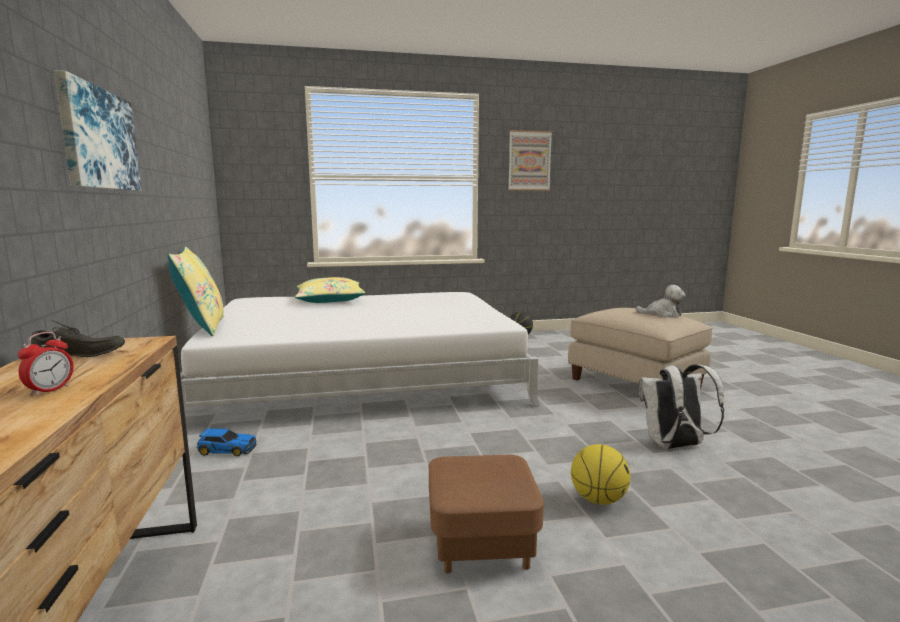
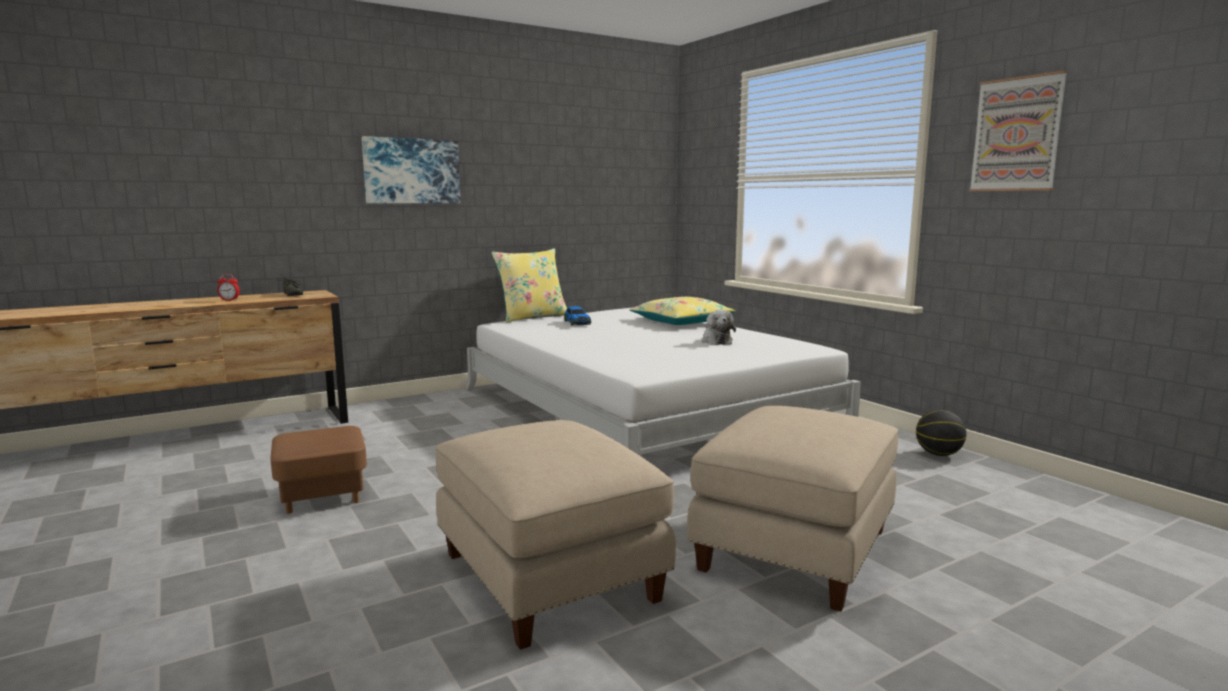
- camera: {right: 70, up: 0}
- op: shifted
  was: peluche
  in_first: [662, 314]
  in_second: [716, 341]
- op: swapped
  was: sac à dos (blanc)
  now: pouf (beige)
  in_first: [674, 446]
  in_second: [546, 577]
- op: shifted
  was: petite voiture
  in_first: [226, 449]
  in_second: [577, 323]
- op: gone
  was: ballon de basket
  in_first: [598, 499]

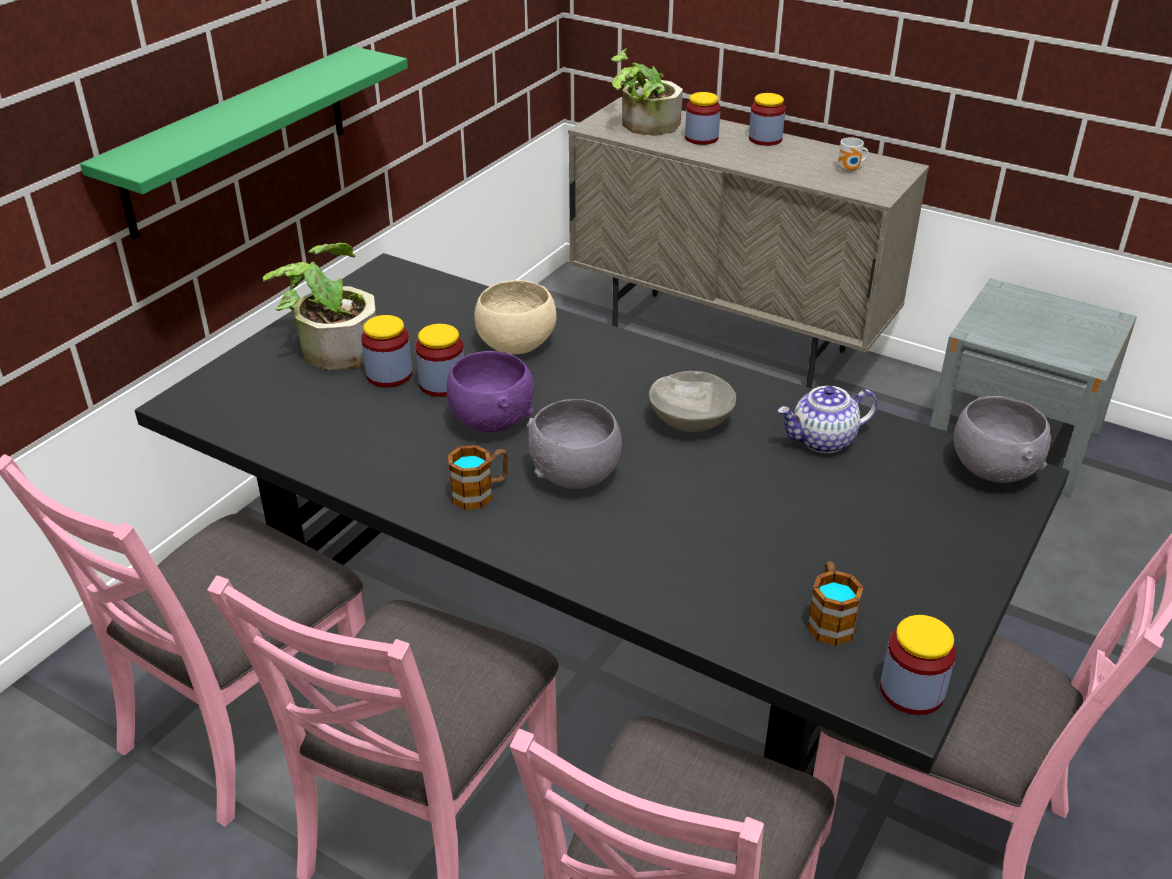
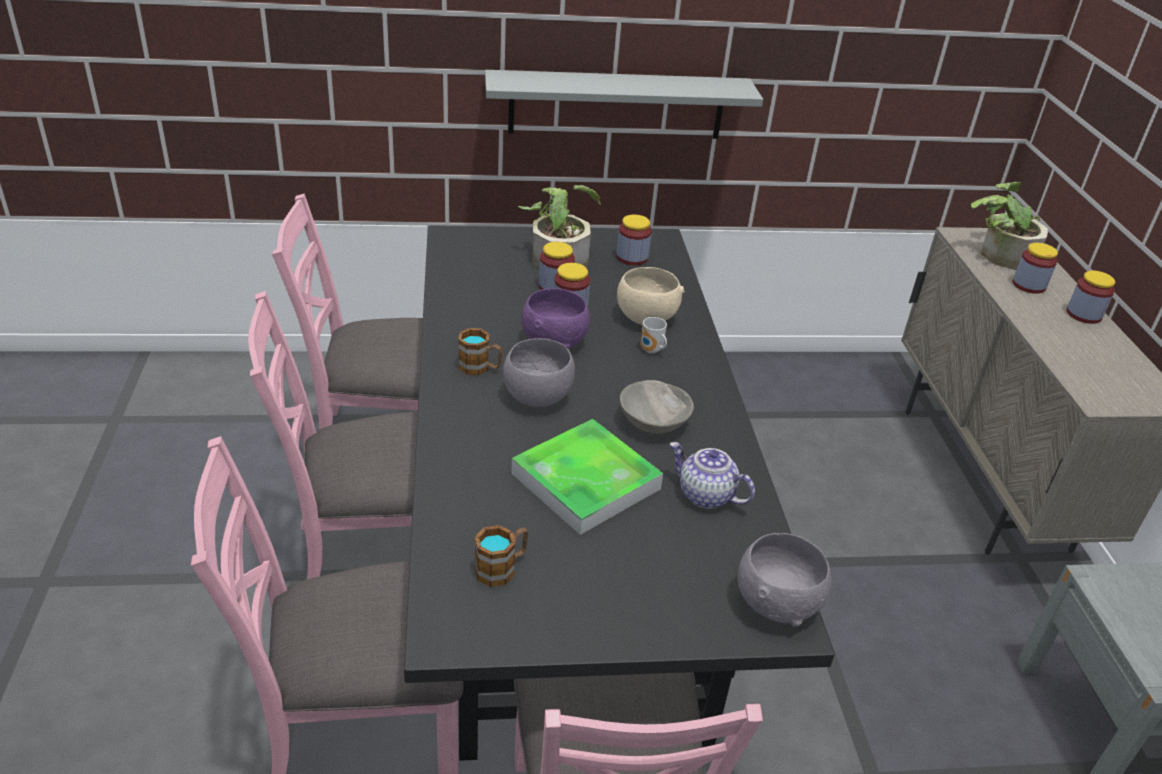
- camera: {right: 50, up: 0}
- op: repainted
  was: étagère (vert)
  now: étagère (gris)
  in_first: [237, 140]
  in_second: [616, 105]
- op: shifted
  was: mug
  in_first: [850, 170]
  in_second: [651, 351]
- op: shifted
  was: bocal
  in_first: [911, 691]
  in_second: [632, 257]
- op: new
  now: plateau
  in_second: [585, 481]

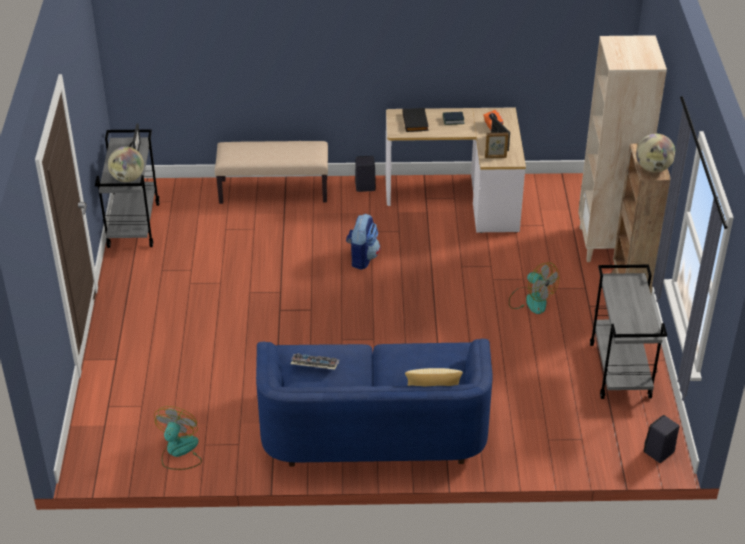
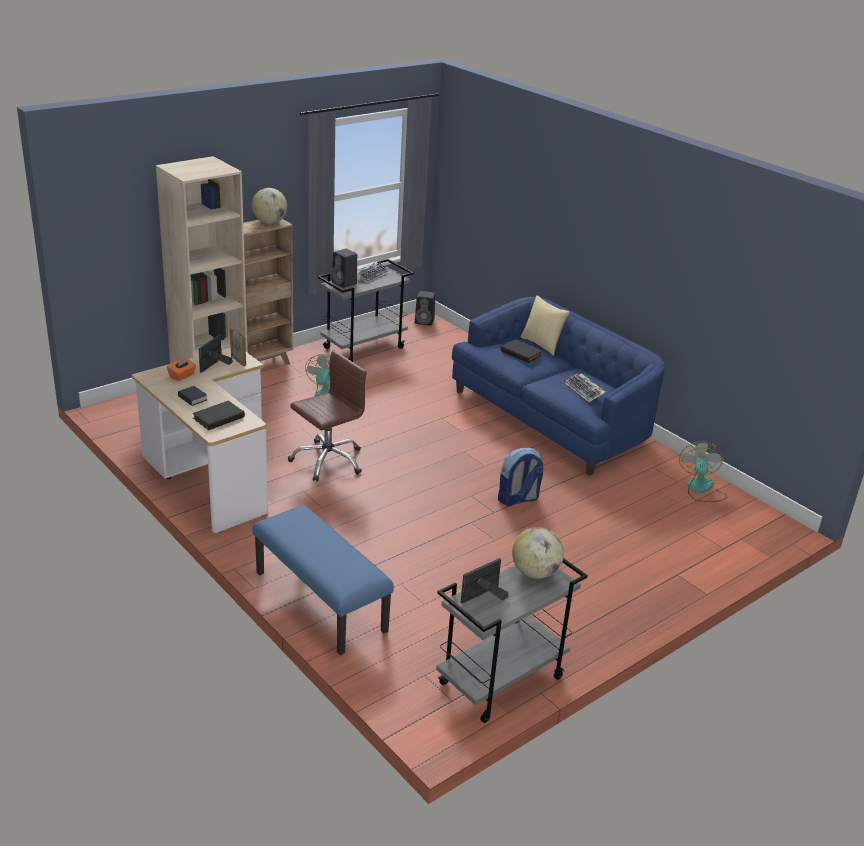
- camera: {right: -130, up: -10}
- op: repainted
  was: banc (beige)
  now: banc (bleu)
  in_first: [274, 190]
  in_second: [319, 602]
- op: shifted
  was: enceinte (noir)
  in_first: [364, 186]
  in_second: [345, 283]
- op: shifted
  was: sac à dos
  in_first: [362, 258]
  in_second: [518, 499]
- op: rotated
  was: ventilateur
  in_first: [179, 452]
  in_second: [701, 489]
  clockwise: 120
- op: new
  now: clavier
  in_second: [371, 275]
- op: new
  now: livre (noir)
  in_second: [522, 353]
- op: new
  now: chaise de bureau (marron)
  in_second: [327, 461]

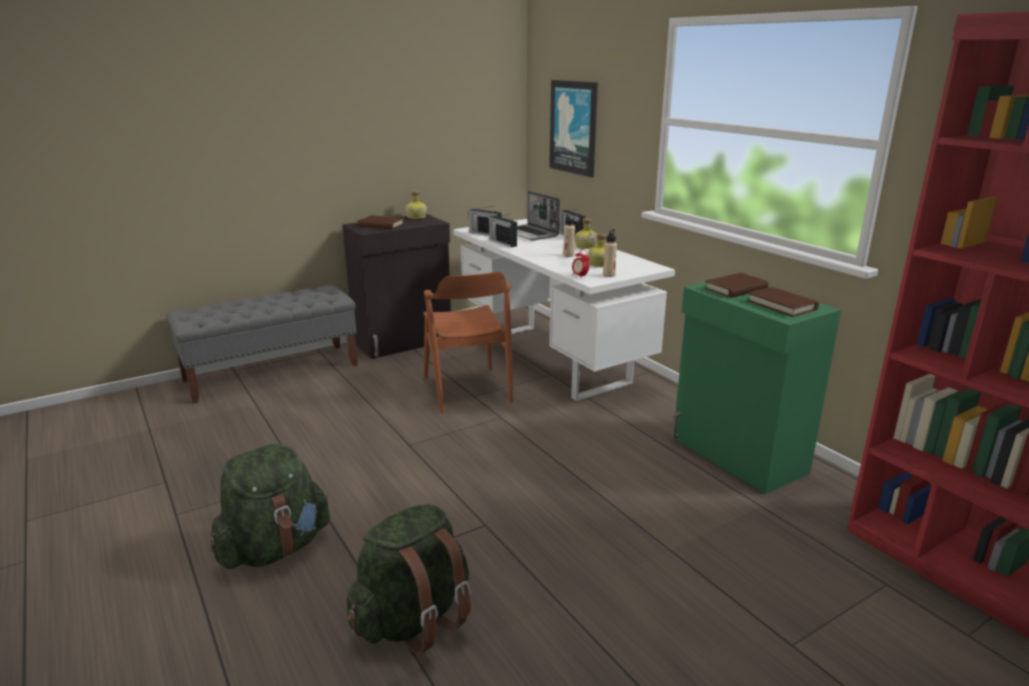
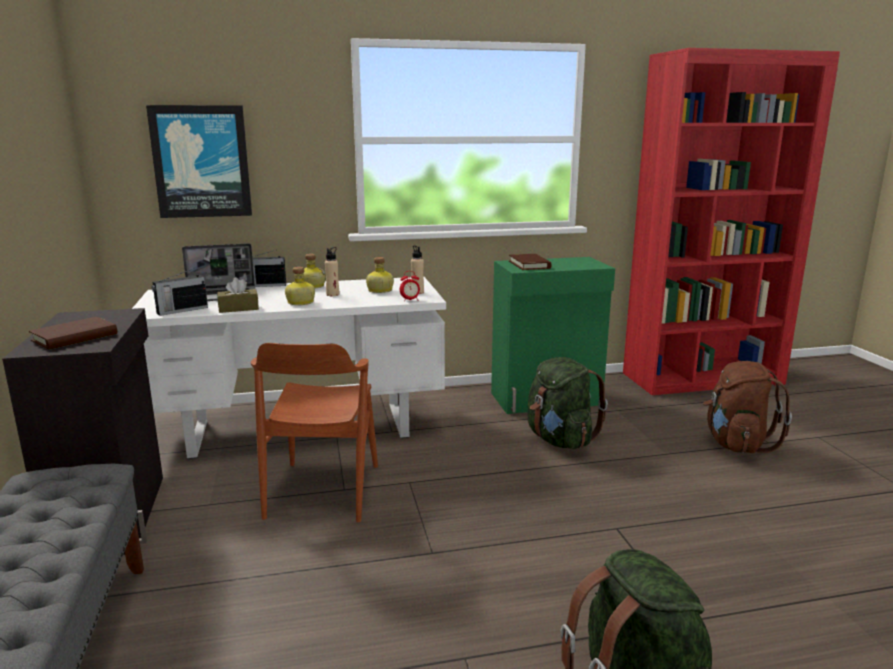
- camera: {right: -70, up: -5}
- op: shifted
  was: bouteille
  in_first: [415, 217]
  in_second: [300, 303]
- op: swapped
  was: radio
  now: boîte à mouchoirs (marron)
  in_first: [502, 243]
  in_second: [238, 308]
- op: rotated
  was: chaise (marron)
  in_first: [467, 389]
  in_second: [323, 491]
  clockwise: 90
- op: gone
  was: livre (marron)
  in_first: [781, 305]
- op: shifted
  was: sac à dos (vert)
  in_first: [413, 619]
  in_second: [560, 440]
- op: new
  now: sac à dos (marron)
  in_second: [736, 444]

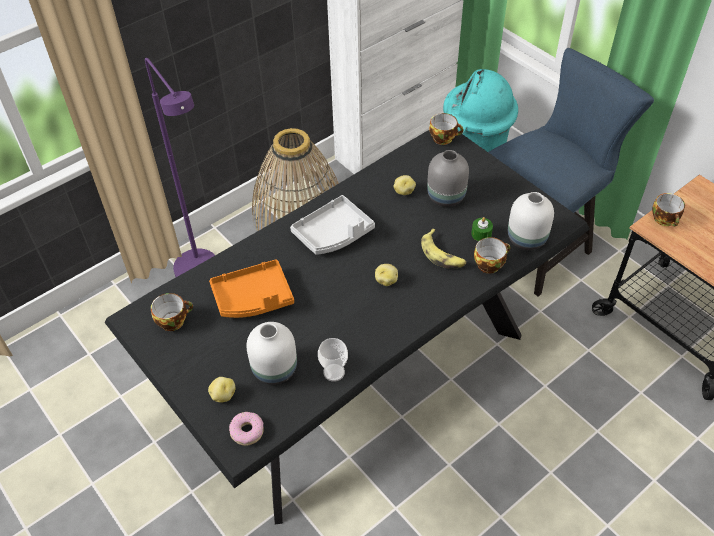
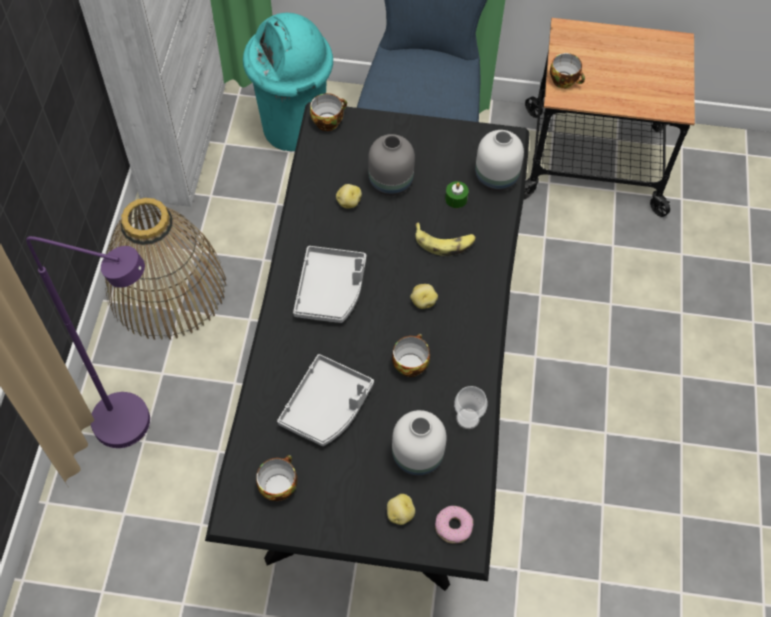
- camera: {right: -45, up: 10}
- op: shifted
  was: tasse
  in_first: [489, 264]
  in_second: [410, 363]
- op: repainted
  was: plateau (orange)
  now: plateau (gris)
  in_first: [253, 298]
  in_second: [327, 407]

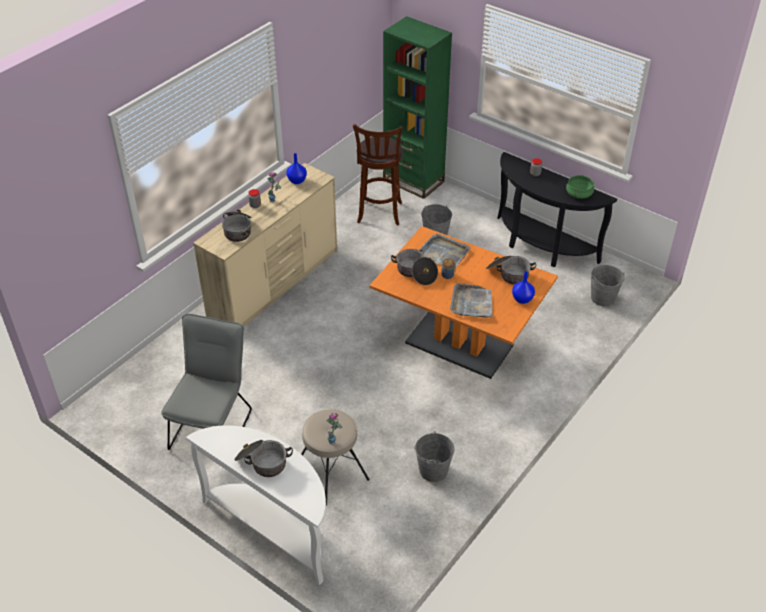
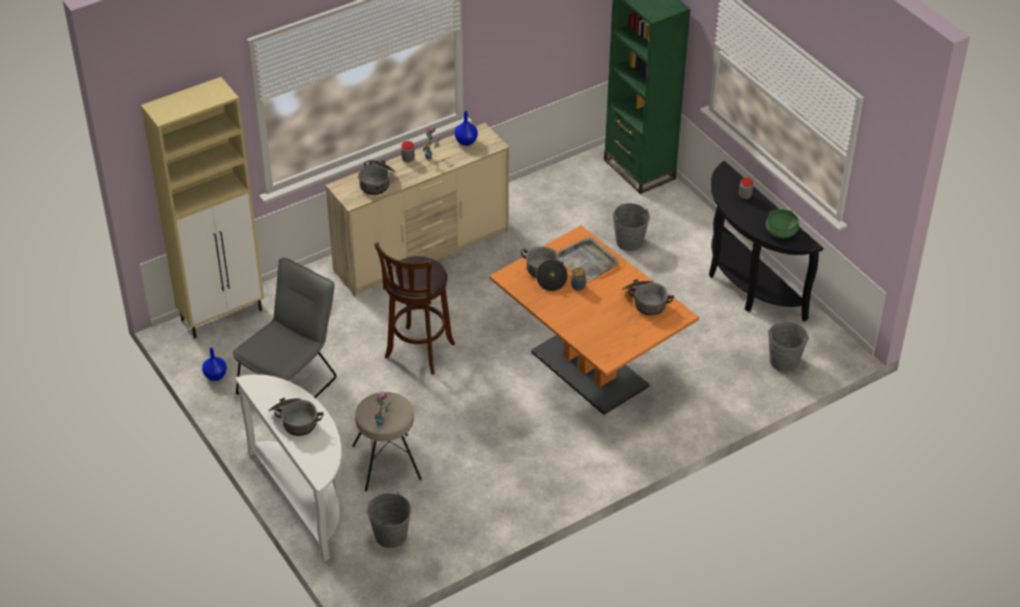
- camera: {right: 20, up: 0}
- op: shifted
  was: tabouret (marron)
  in_first: [379, 214]
  in_second: [418, 353]
- op: shifted
  was: vase (bleu)
  in_first: [522, 299]
  in_second: [215, 376]
- op: gone
  was: plateau (gris)
  in_first: [471, 303]
- op: shifted
  was: seau (gris)
  in_first: [433, 470]
  in_second: [390, 535]
- op: new
  now: meuble de rangement (beige)
  in_second: [222, 315]

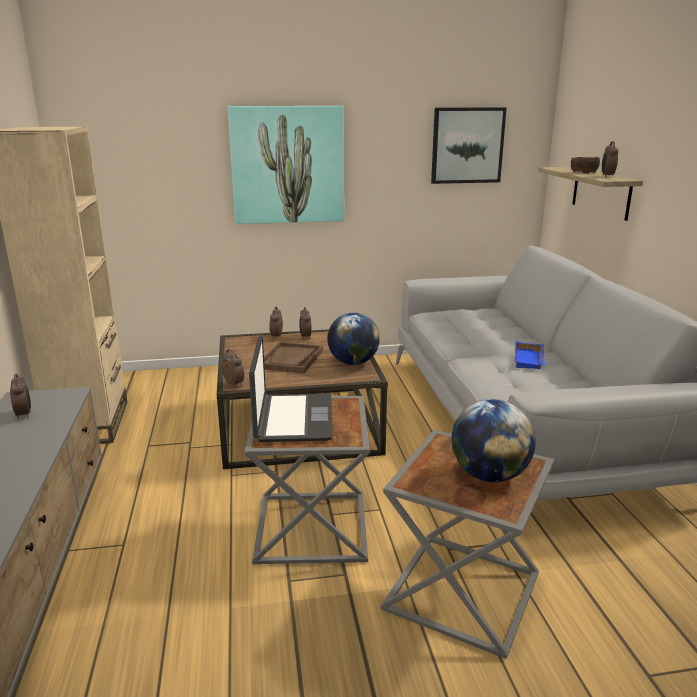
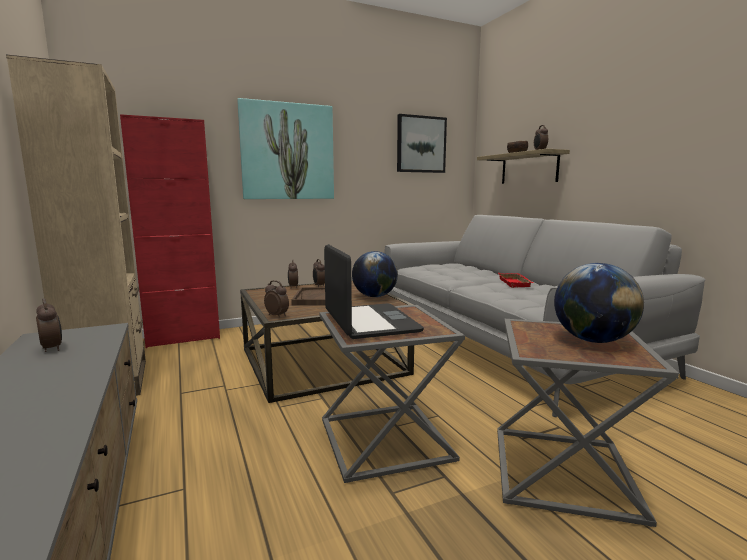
- camera: {right: -15, up: -10}
- op: repainted
  was: plateau (bleu)
  now: plateau (rouge)
  in_first: [530, 360]
  in_second: [516, 283]
- op: new
  now: meuble de rangement (rouge)
  in_second: [183, 338]

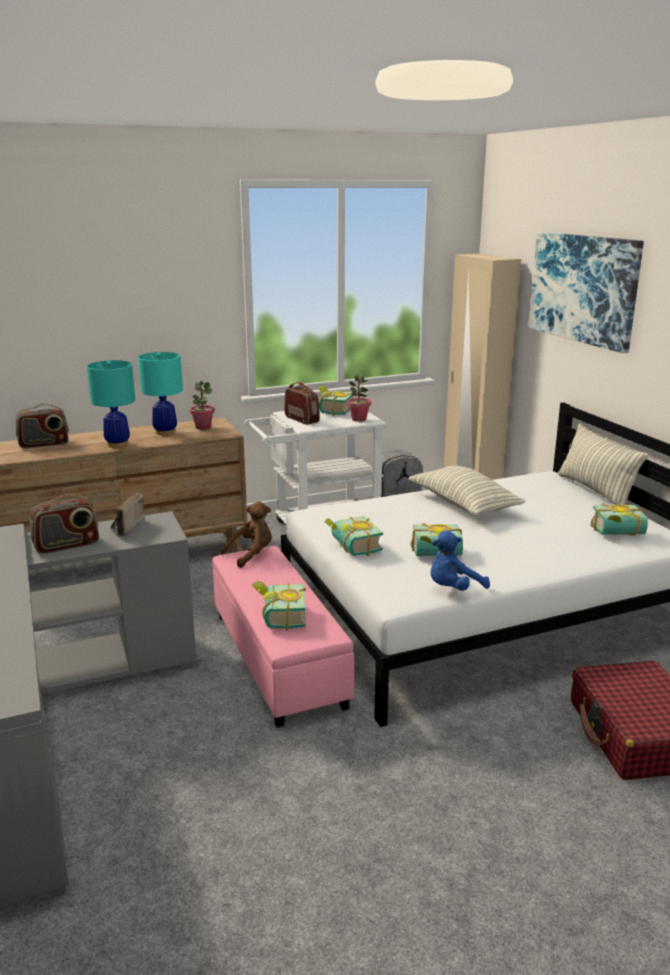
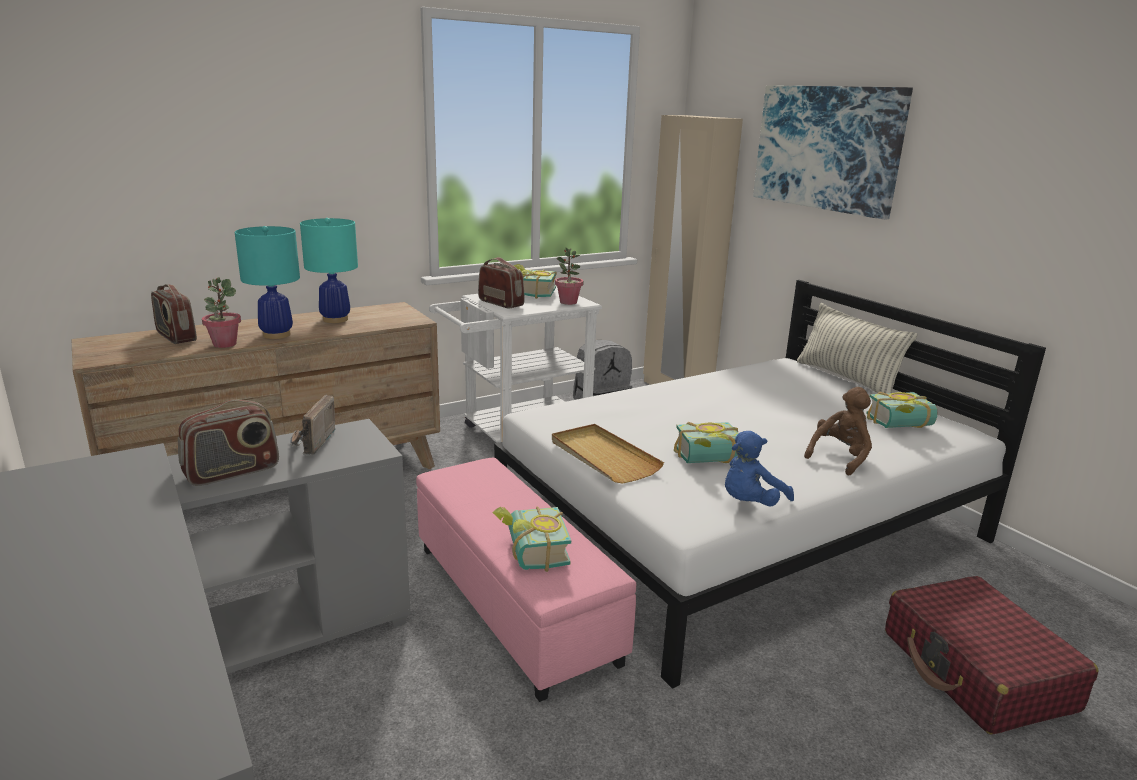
- camera: {right: -10, up: 0}
- op: shifted
  was: plante en pot
  in_first: [203, 427]
  in_second: [224, 344]
- op: rotated
  was: radio
  in_first: [44, 444]
  in_second: [175, 337]
  clockwise: 75
- op: gone
  was: coussin
  in_first: [463, 505]
- op: shifted
  was: peluche (marron)
  in_first: [251, 555]
  in_second: [840, 457]
- op: swapped
  was: livre
  now: plateau (beige)
  in_first: [351, 548]
  in_second: [603, 457]

